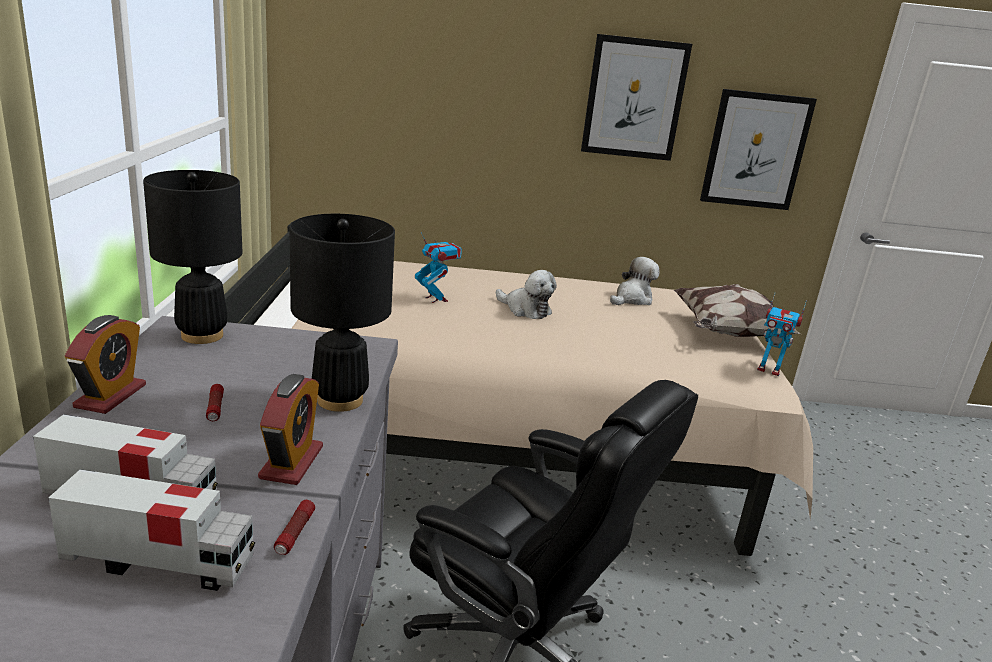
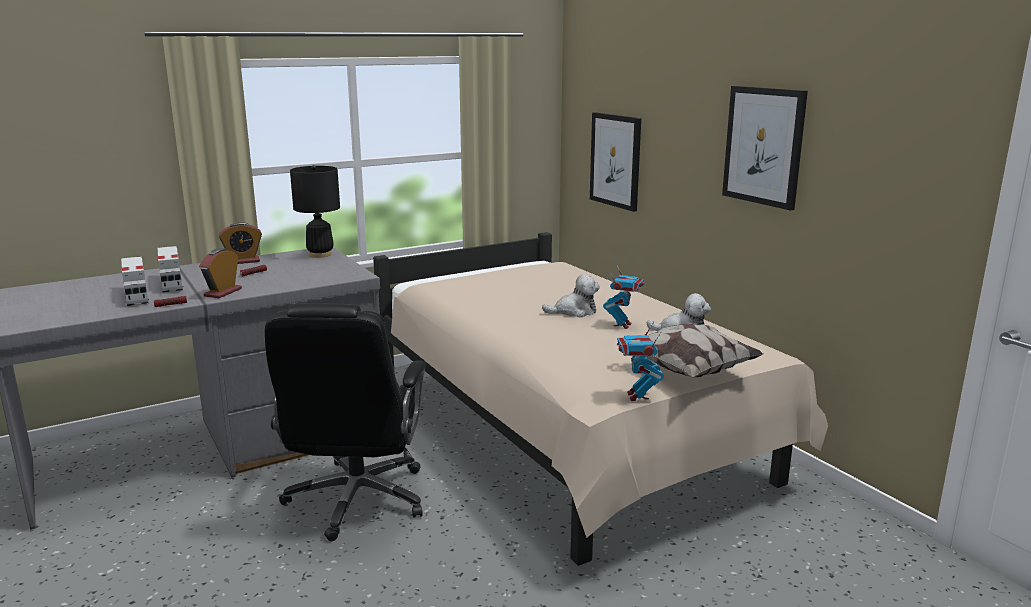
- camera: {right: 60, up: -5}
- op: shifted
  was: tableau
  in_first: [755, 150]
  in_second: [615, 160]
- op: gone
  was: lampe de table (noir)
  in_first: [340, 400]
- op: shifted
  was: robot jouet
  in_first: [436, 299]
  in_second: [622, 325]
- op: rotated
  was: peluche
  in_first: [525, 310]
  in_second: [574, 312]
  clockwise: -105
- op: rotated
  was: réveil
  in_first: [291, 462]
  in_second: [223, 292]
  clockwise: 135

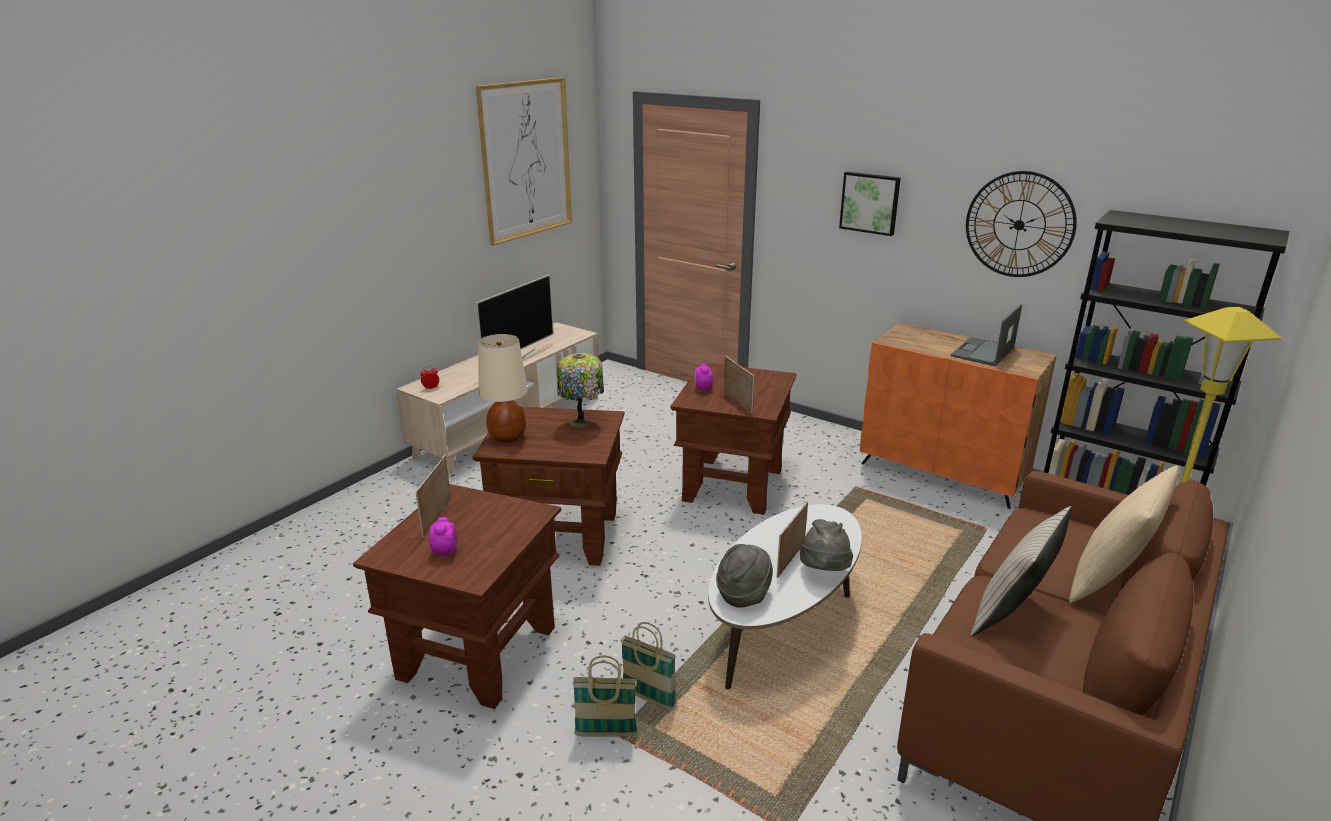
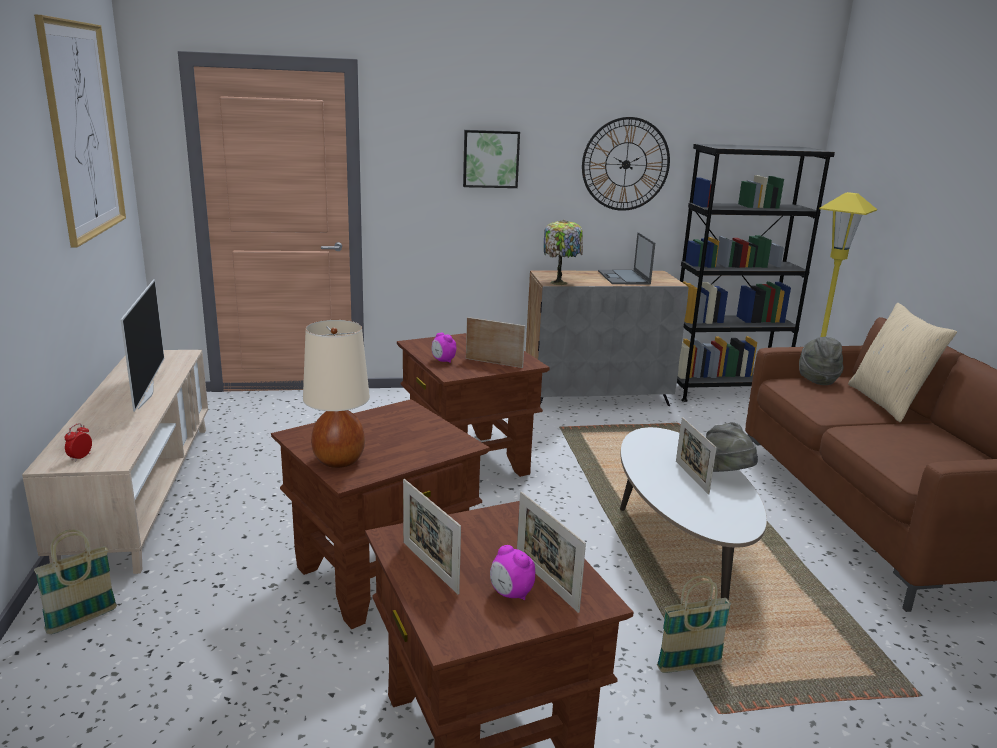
- camera: {right: -45, up: -5}
- op: repainted
  was: meuble de rangement (orange)
  now: meuble de rangement (gris)
  in_first: [943, 473]
  in_second: [597, 396]
- op: shifted
  was: lampe de table
  in_first: [581, 423]
  in_second: [560, 282]
- op: gone
  was: coussin (beige)
  in_first: [1012, 613]
- op: shifted
  was: chapeau (gris)
  in_first: [743, 594]
  in_second: [816, 379]
- op: shifted
  was: panier
  in_first: [606, 733]
  in_second: [82, 620]
- op: new
  now: cadre photo
  in_second: [546, 582]

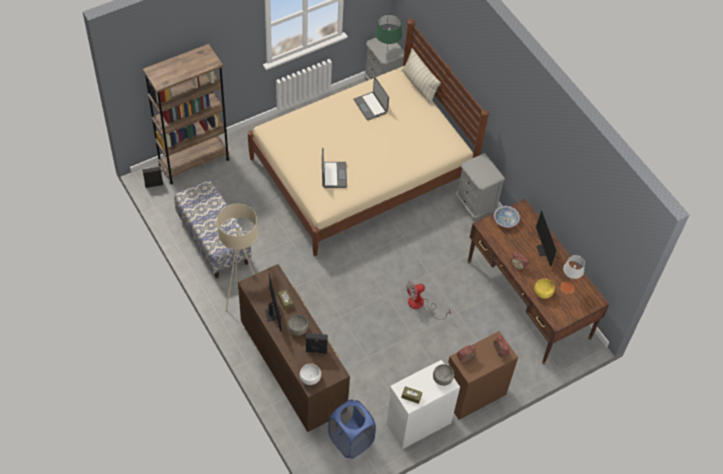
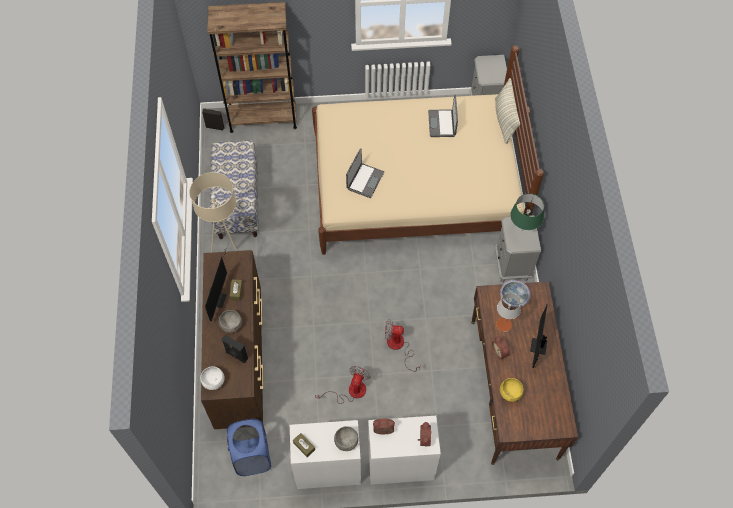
- camera: {right: 30, up: 5}
- op: shifted
  was: lampe de table (vert)
  in_first: [387, 51]
  in_second: [522, 231]
- op: shifted
  was: lampe de table (gris)
  in_first: [567, 287]
  in_second: [503, 324]
- op: repainted
  was: meuble de rangement (marron)
  now: meuble de rangement (blanc)
  in_first: [473, 394]
  in_second: [400, 464]
- op: new
  now: ventilateur
  in_second: [350, 391]

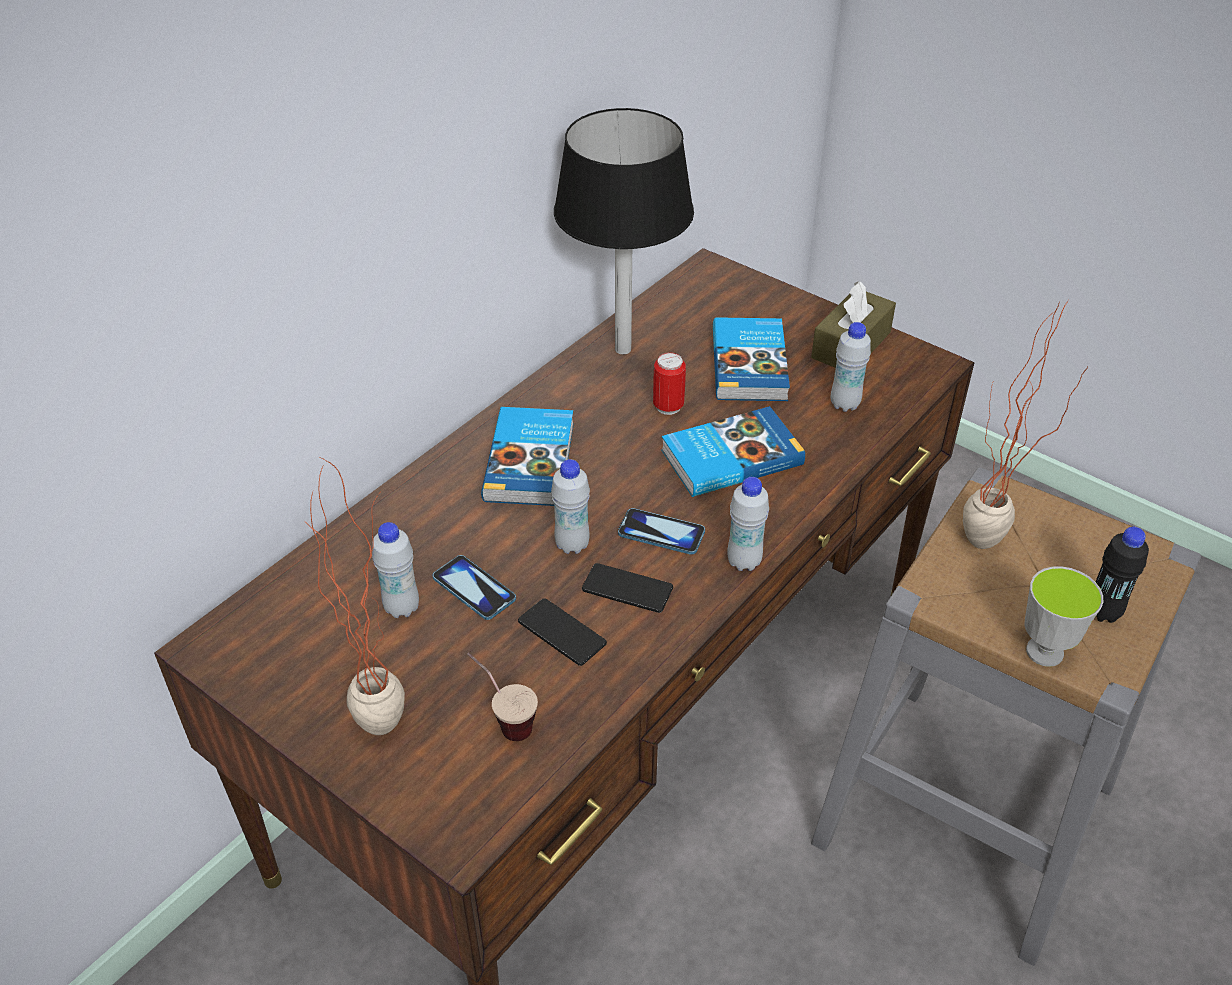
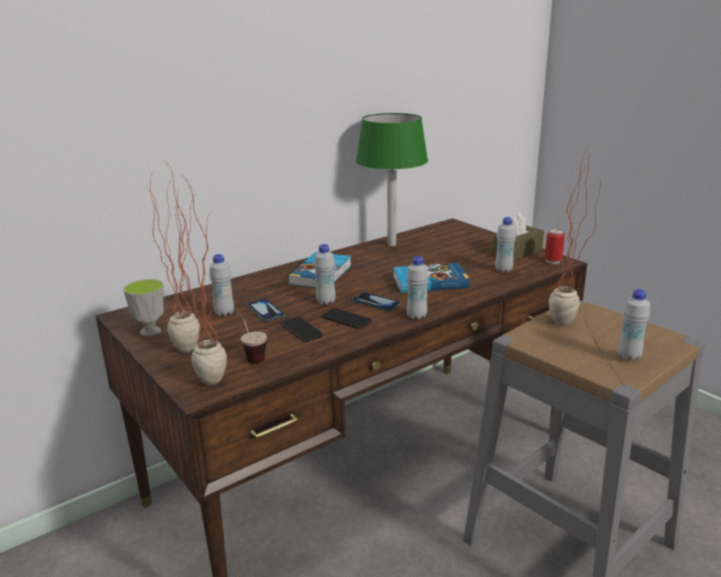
- camera: {right: 15, up: -20}
- op: repainted
  was: lampe de table (noir)
  now: lampe de table (vert)
  in_first: [623, 349]
  in_second: [392, 244]
- op: gone
  was: livre
  in_first: [751, 364]
- op: shifted
  was: boîte métallique
  in_first: [668, 407]
  in_second: [553, 261]
- op: repainted
  was: bouteille (noir)
  now: bouteille (blanc)
  in_first: [1103, 612]
  in_second: [629, 356]
- op: shifted
  was: tasse
  in_first: [1044, 652]
  in_second: [150, 332]
- op: new
  now: plante en pot
  in_second: [212, 376]

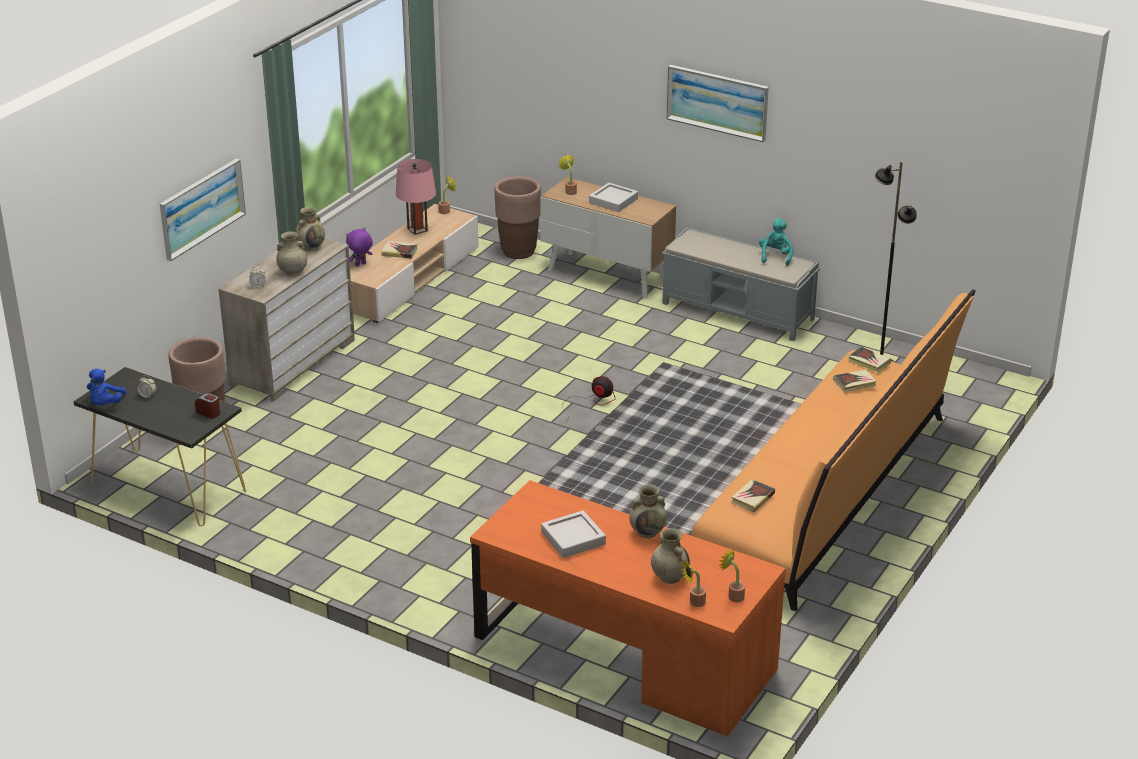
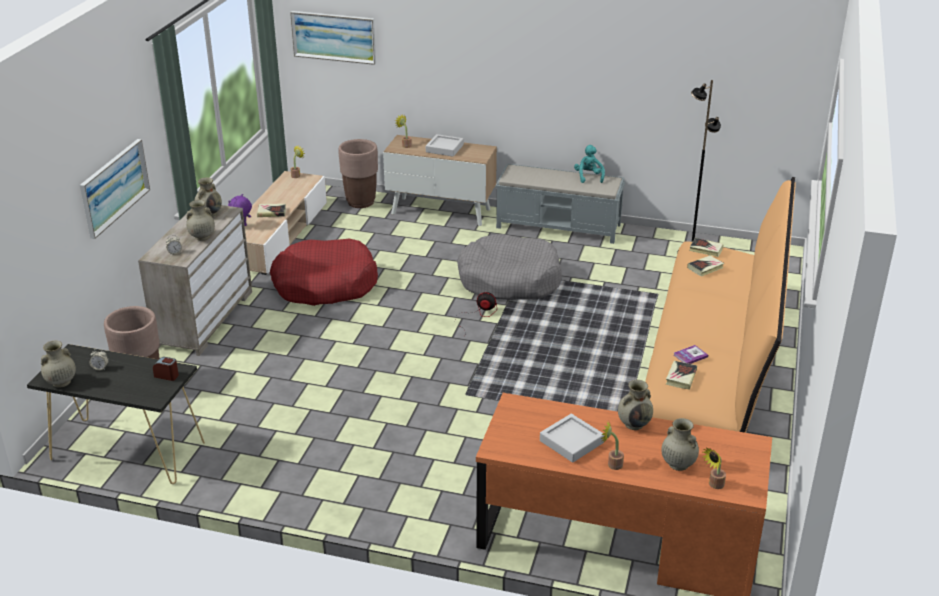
- camera: {right: -15, up: 0}
- op: shifted
  was: tableau
  in_first: [717, 102]
  in_second: [334, 37]
- op: gone
  was: lampe de table (rose)
  in_first: [417, 229]
- op: swapped
  was: peluche (bleu)
  now: vase (beige)
  in_first: [106, 404]
  in_second: [61, 382]
- op: shifted
  was: plante en pot
  in_first: [733, 596]
  in_second: [612, 464]
- op: new
  now: panier pour chien (gris)
  in_second: [509, 280]
- op: new
  now: panier pour chien (rouge)
  in_second: [325, 284]
- op: new
  now: livre
  in_second: [690, 356]

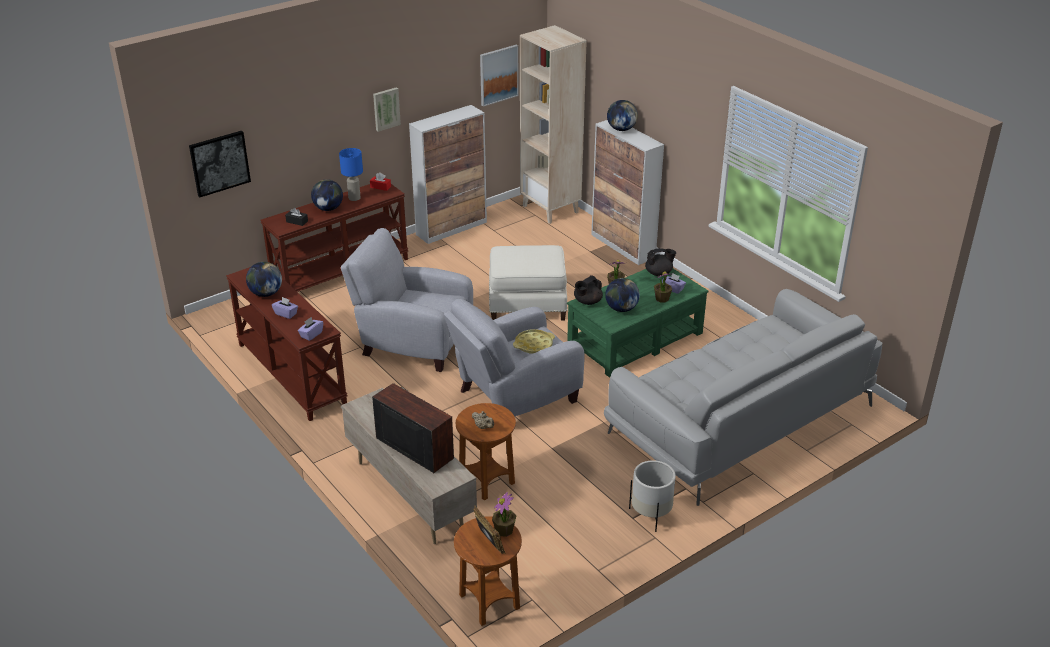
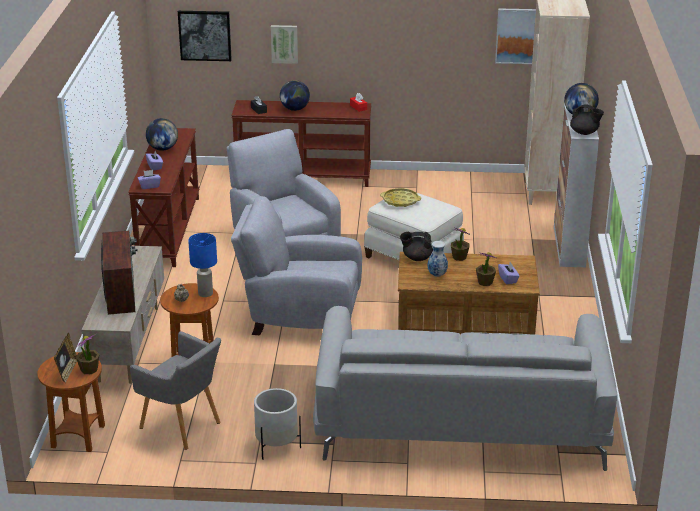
- camera: {right: 40, up: -5}
- op: shifted
  was: tableau
  in_first: [386, 108]
  in_second: [284, 43]
- op: gone
  was: meuble de rangement
  in_first: [452, 228]
- op: shifted
  was: lampe de table (bleu)
  in_first: [354, 198]
  in_second: [205, 293]
- op: shifted
  was: théière (noir)
  in_first: [659, 273]
  in_second: [584, 133]
- op: repainted
  was: table basse (vert)
  now: table basse (marron)
  in_first: [634, 339]
  in_second: [464, 320]
- op: swapped
  was: globe
  now: vase
  in_first: [621, 309]
  in_second: [436, 275]
- op: shifted
  was: plateau (jaune)
  in_first: [534, 345]
  in_second: [400, 201]
- op: new
  now: fauteuil (gris)
  in_second: [183, 427]

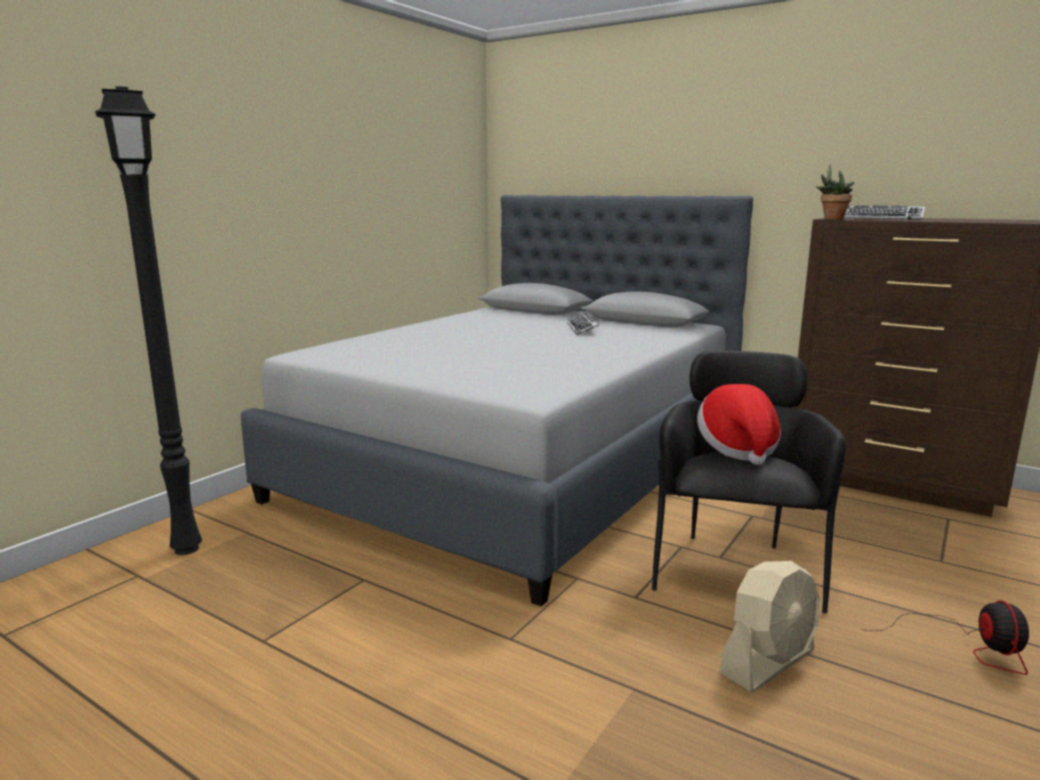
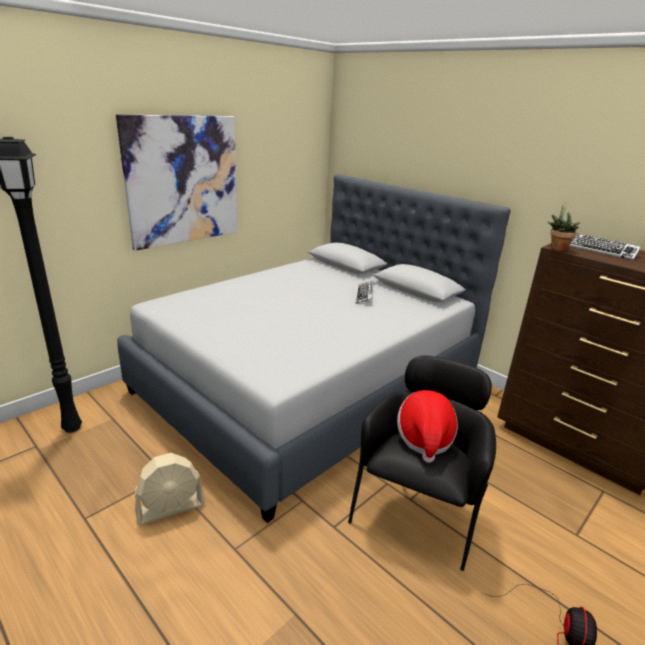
- camera: {right: 10, up: 10}
- op: shifted
  was: ventilateur (beige)
  in_first: [768, 662]
  in_second: [171, 507]
- op: new
  now: tableau
  in_second: [183, 180]

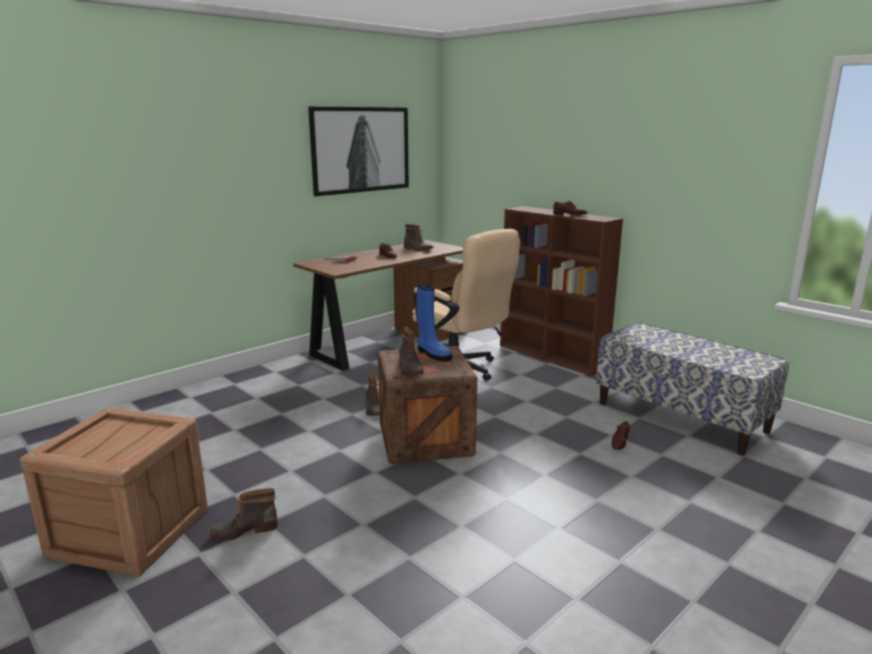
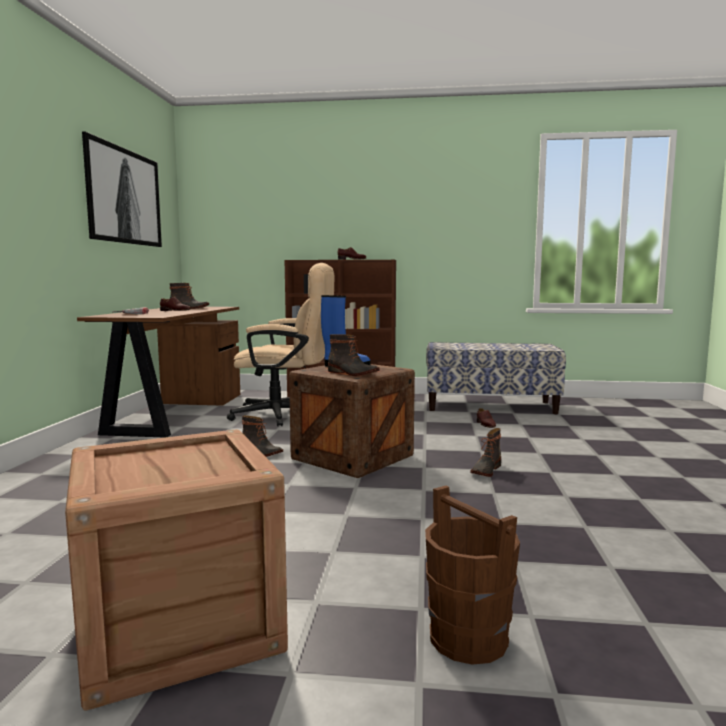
- camera: {right: -40, up: -10}
- op: shifted
  was: botte
  in_first: [244, 530]
  in_second: [485, 470]
- op: new
  now: seau (marron)
  in_second: [468, 638]

